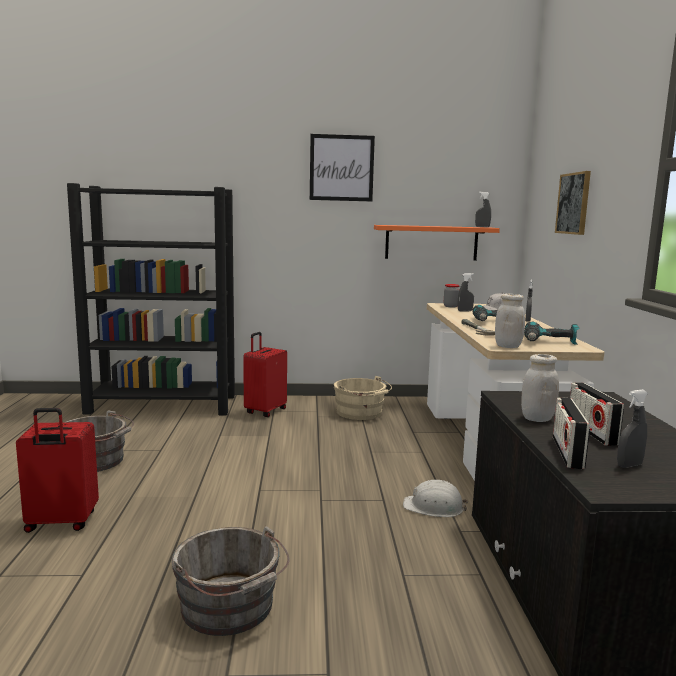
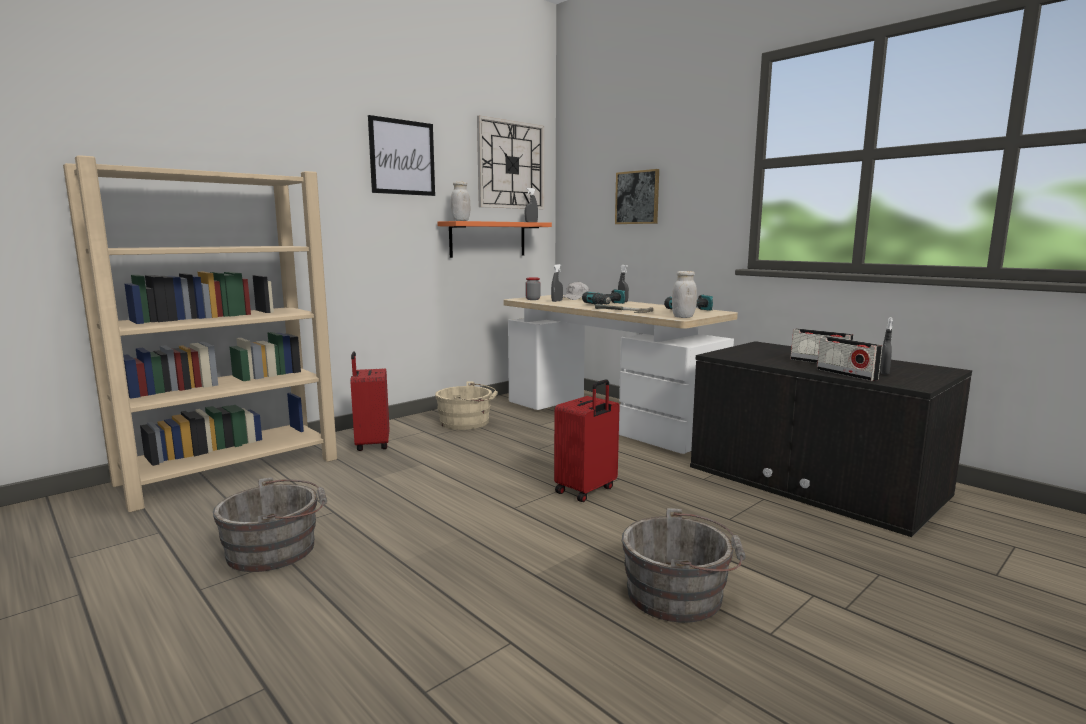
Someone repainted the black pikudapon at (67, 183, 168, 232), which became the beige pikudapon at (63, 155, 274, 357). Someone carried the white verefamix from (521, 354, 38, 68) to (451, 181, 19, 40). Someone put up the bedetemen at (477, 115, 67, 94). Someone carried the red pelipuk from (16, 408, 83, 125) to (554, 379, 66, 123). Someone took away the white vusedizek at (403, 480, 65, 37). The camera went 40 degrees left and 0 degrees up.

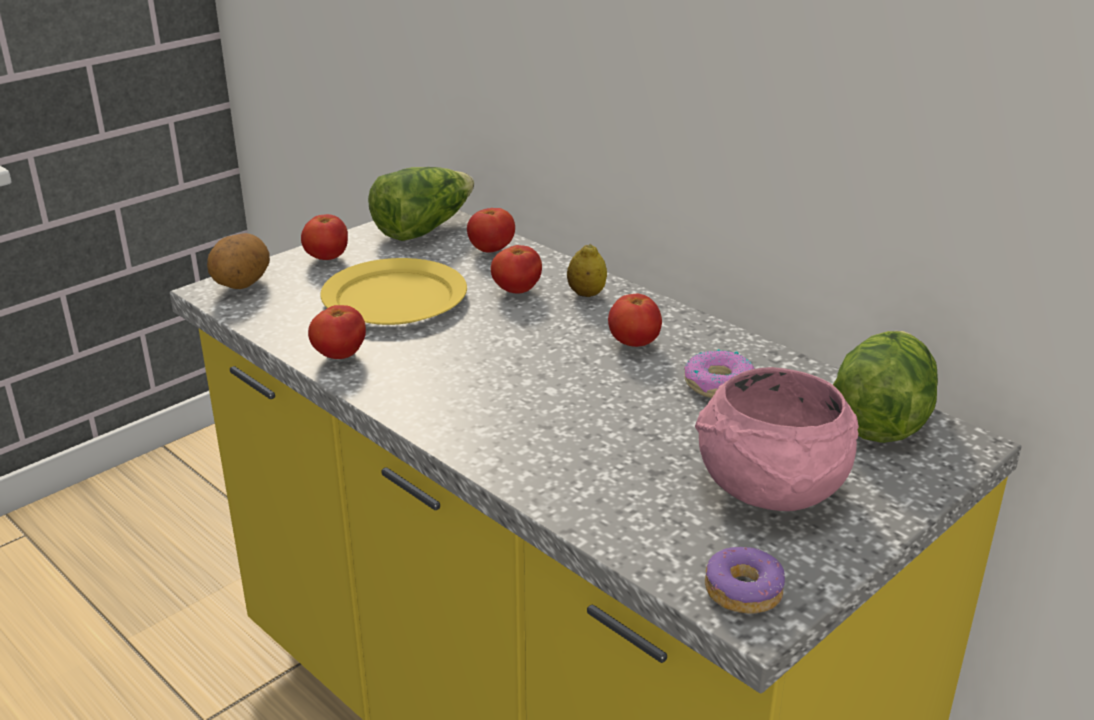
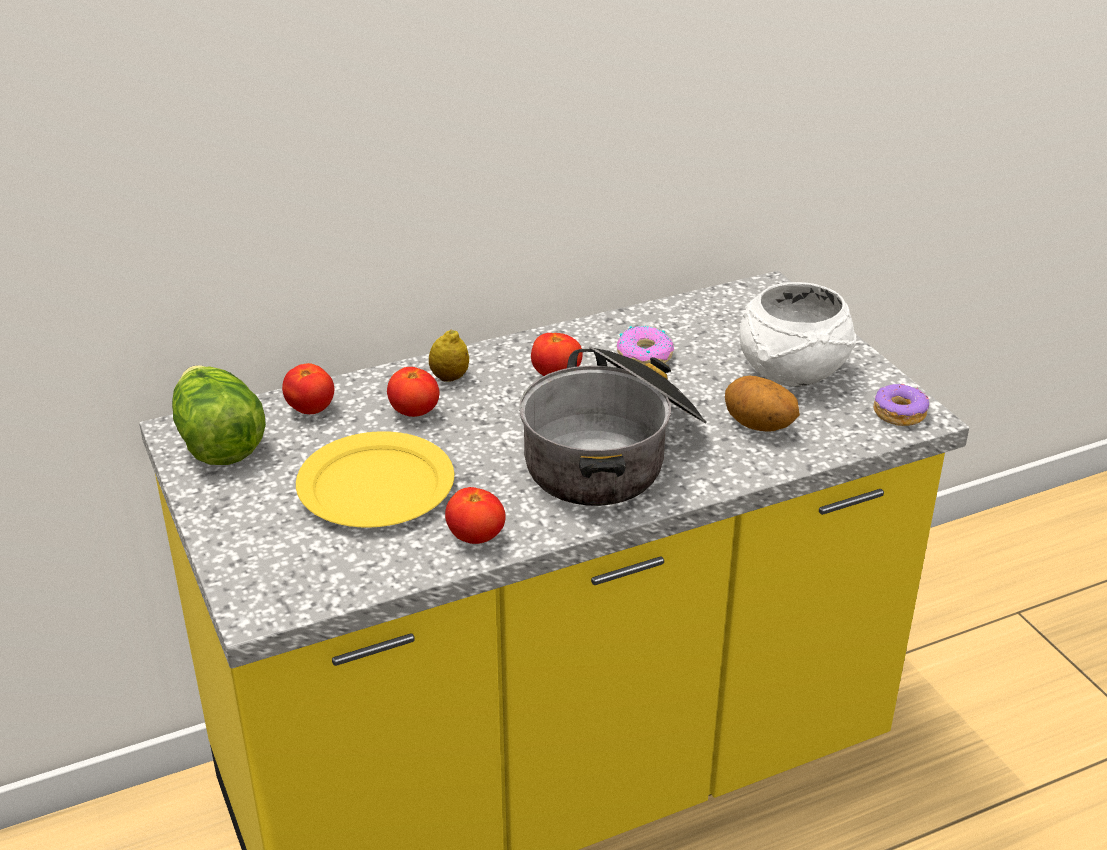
Someone put down the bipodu at (519, 346, 188, 160). Someone carried the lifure from (207, 233, 63, 56) to (725, 376, 75, 56). Someone repainted the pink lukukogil at (695, 367, 164, 144), which became the white lukukogil at (739, 282, 117, 105). Someone took away the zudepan at (301, 214, 47, 46). Someone took away the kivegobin at (833, 331, 105, 112). The camera went 70 degrees left and 5 degrees up.

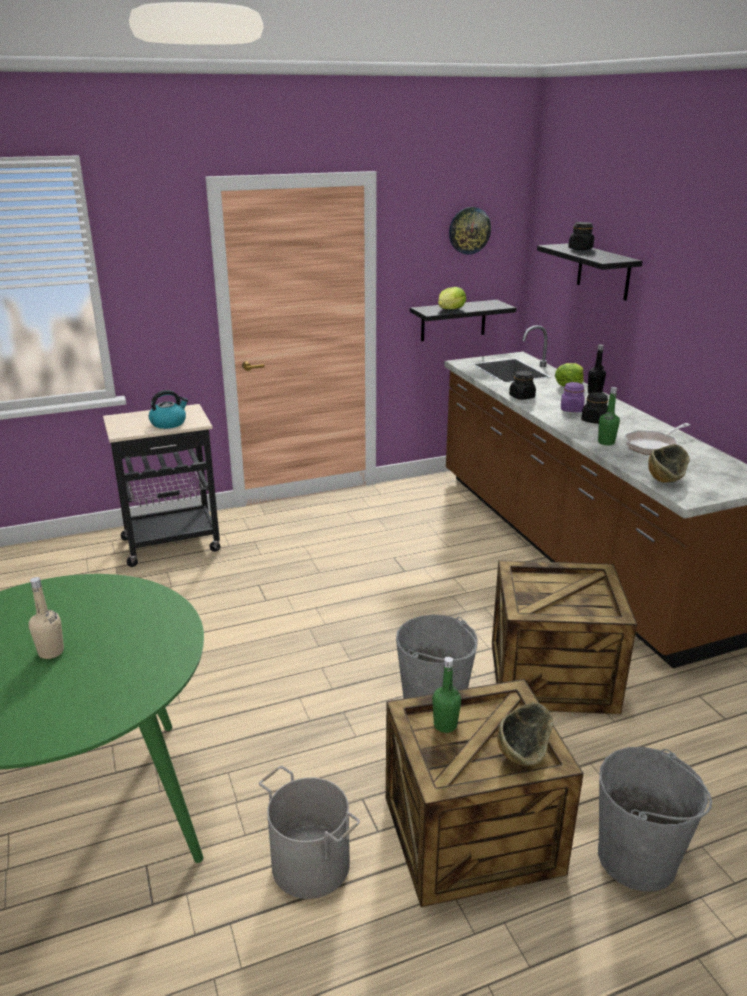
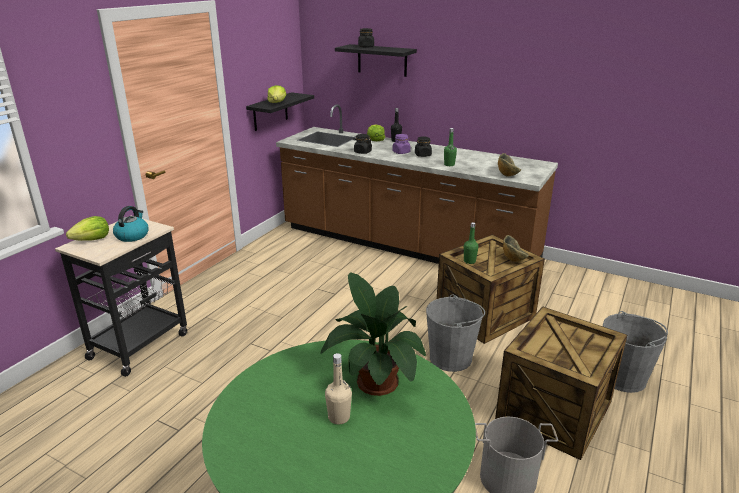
Someone put down the kivegobin at (66, 216, 43, 25). Someone put down the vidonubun at (320, 273, 106, 123). Someone carried the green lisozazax from (432, 657, 29, 76) to (464, 222, 15, 42). Someone carried the lukukogil from (497, 702, 56, 64) to (503, 235, 26, 27). Someone took away the bedetemen at (449, 207, 42, 48). Someone took away the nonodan at (625, 423, 65, 32). The camera went 40 degrees left and 0 degrees up.

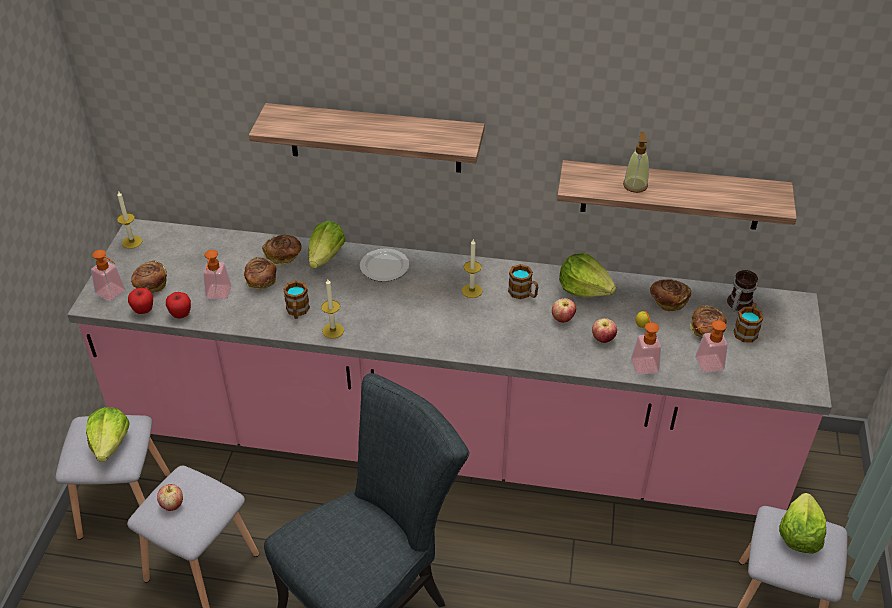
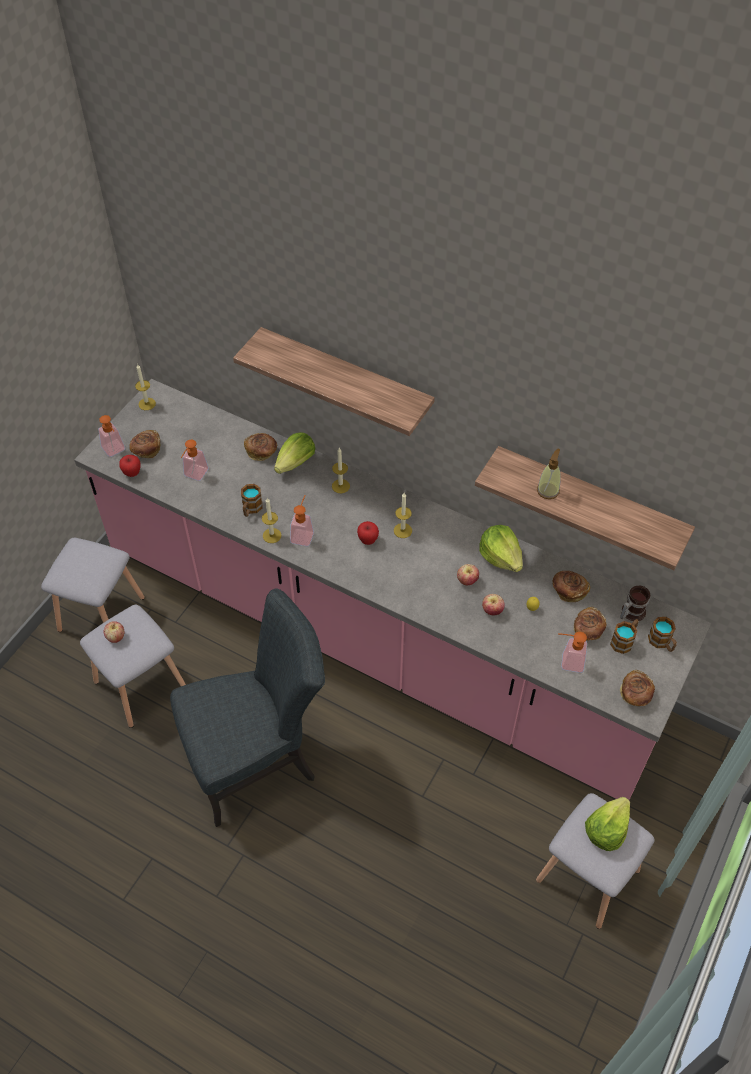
Someone carried the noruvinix from (631, 311, 30, 64) to (290, 495, 24, 51). Someone swapped the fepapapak at (360, 248, 49, 34) for the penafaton at (332, 448, 18, 45). Someone carried the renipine from (166, 292, 25, 27) to (357, 521, 22, 24). Someone carried the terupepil from (244, 257, 32, 32) to (620, 670, 35, 36). Someone carried the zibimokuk from (508, 264, 30, 35) to (648, 617, 29, 35). Someone took away the kivegobin at (86, 407, 44, 55). The camera went 20 degrees right and 10 degrees up.

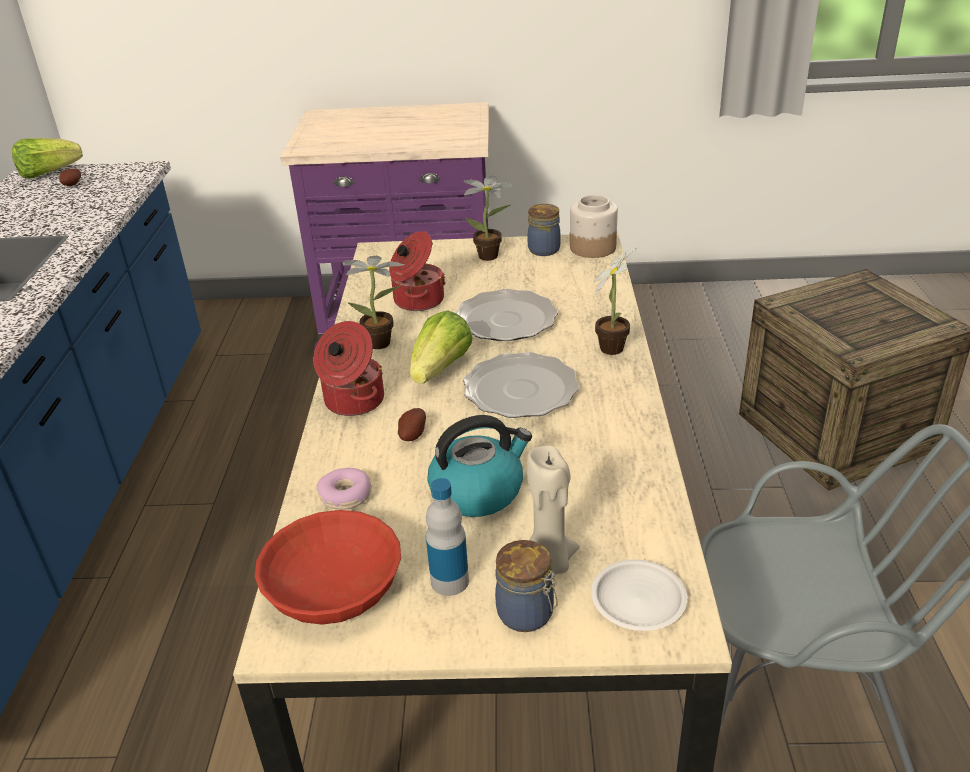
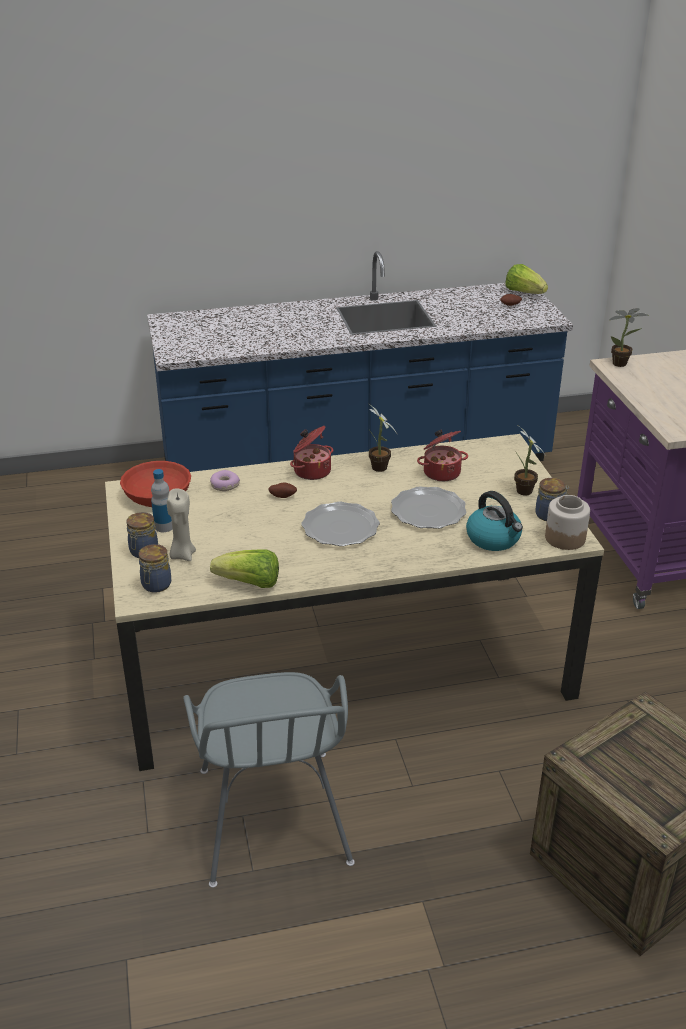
Someone swapped the white fepapapak at (591, 559, 96, 72) for the verefamix at (139, 544, 32, 49). Someone carried the kivegobin from (410, 310, 63, 74) to (210, 549, 69, 39). Someone carried the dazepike from (428, 415, 104, 102) to (466, 491, 57, 60). Someone carried the vidonubun from (593, 245, 46, 110) to (609, 308, 40, 59). The camera went 75 degrees right and 0 degrees up.

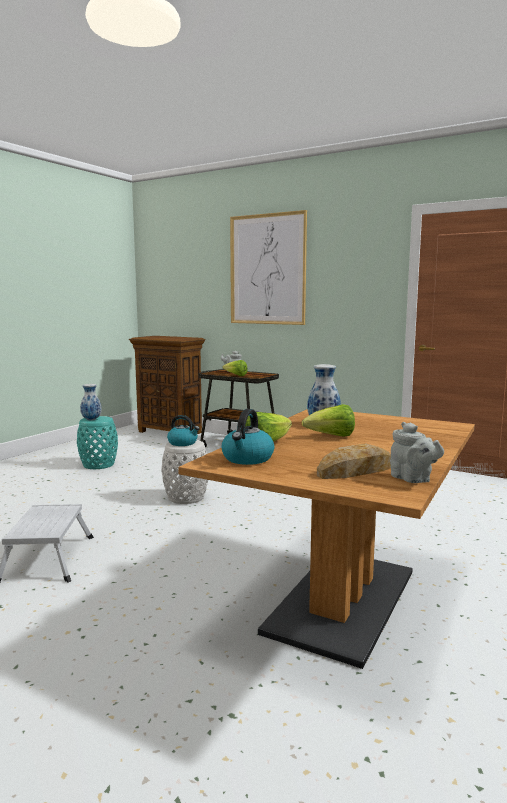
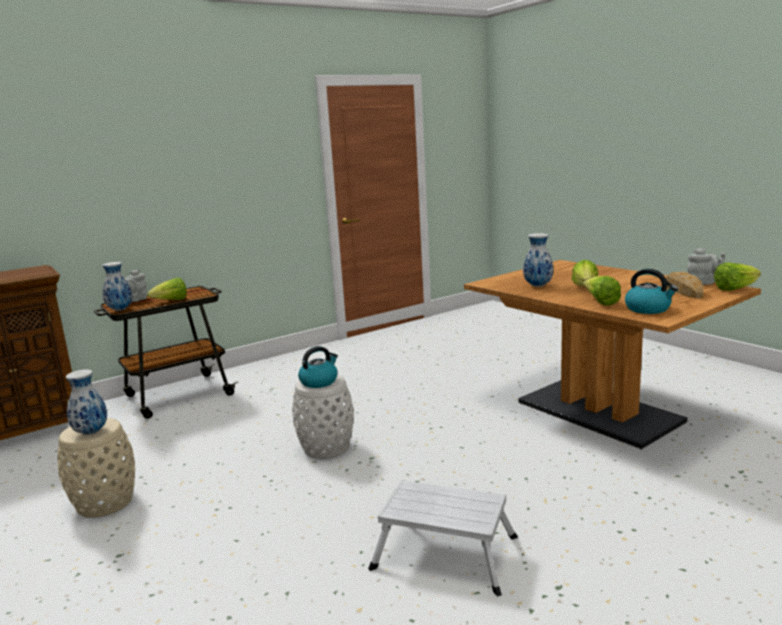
Someone repainted the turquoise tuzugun at (77, 416, 41, 53), which became the beige tuzugun at (57, 418, 78, 100). Someone put down the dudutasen at (102, 262, 30, 49). Someone put down the kivegobin at (714, 263, 47, 28). Someone took away the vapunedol at (230, 210, 77, 115). The camera went 65 degrees left and 5 degrees up.

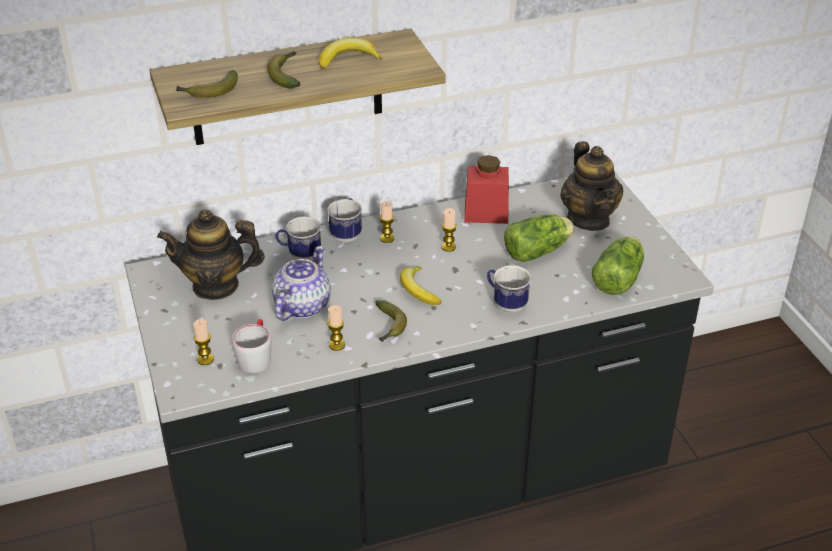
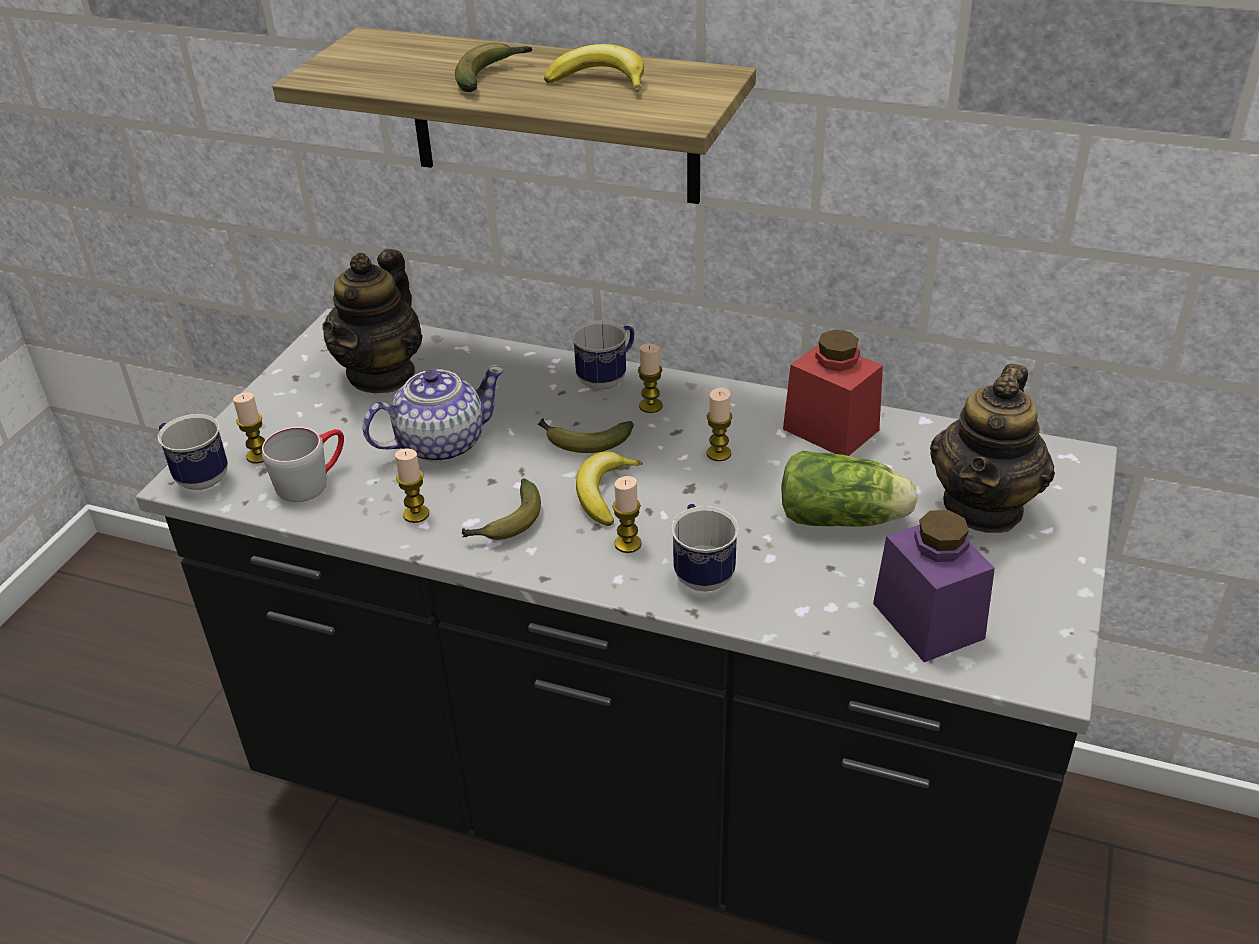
Someone carried the zibimokuk from (276, 217, 45, 43) to (157, 414, 71, 76). Someone rotated the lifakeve at (157, 209, 108, 91) by 105 degrees counterclockwise. Someone carried the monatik from (176, 70, 62, 28) to (538, 418, 96, 35). Someone put down the penafaton at (612, 476, 30, 77). Someone swapped the kivegobin at (592, 236, 52, 59) for the purple verefamix at (873, 510, 122, 152). The camera went 40 degrees right and 0 degrees up.

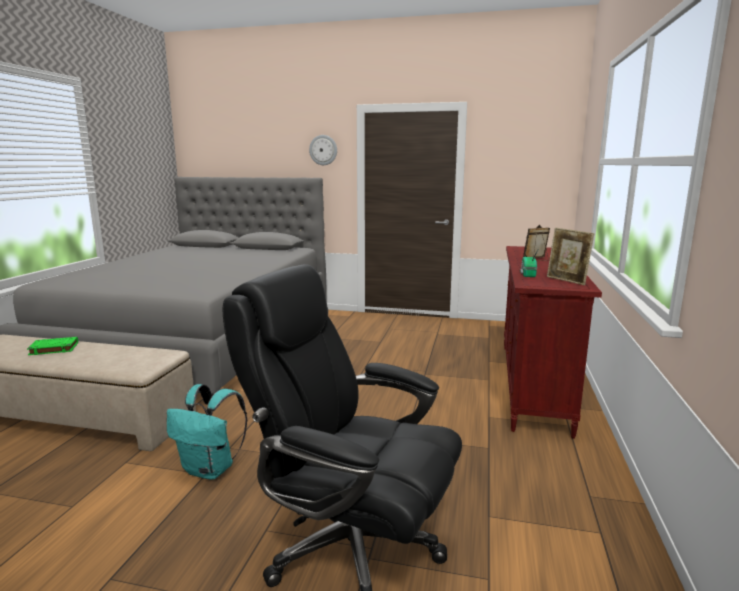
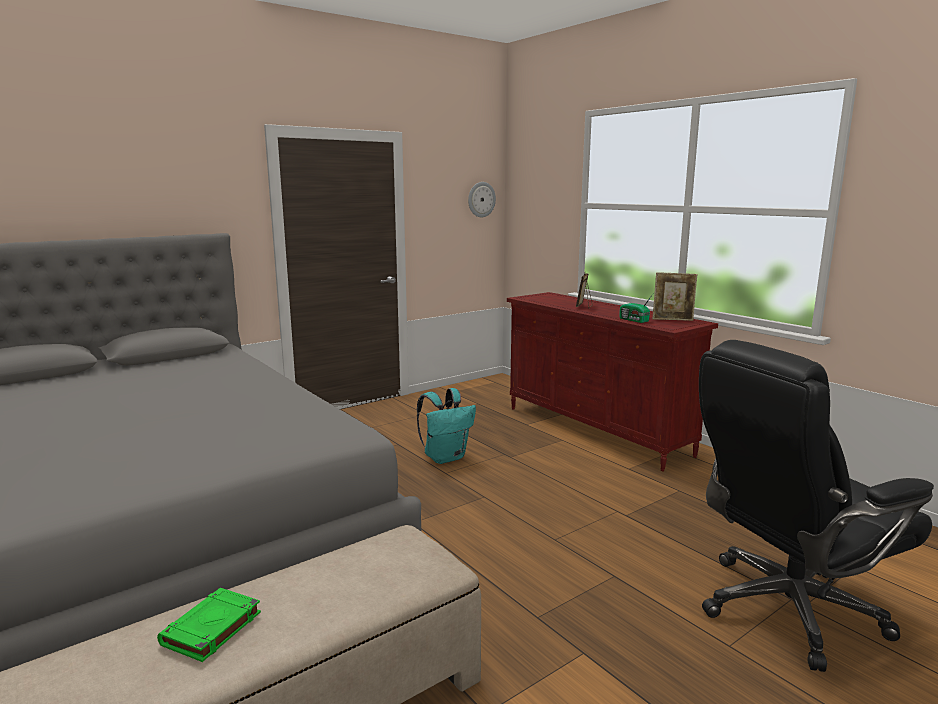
Someone carried the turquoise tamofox from (167, 384, 80, 96) to (417, 388, 59, 76). Someone carried the bedetemen from (309, 135, 28, 30) to (468, 182, 28, 35). The camera went 50 degrees left and 0 degrees up.

